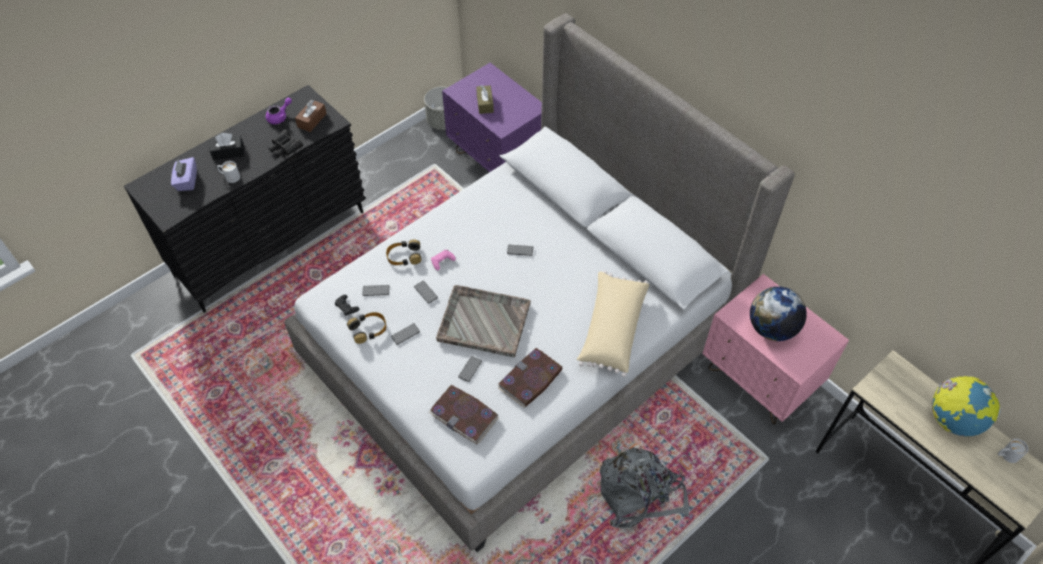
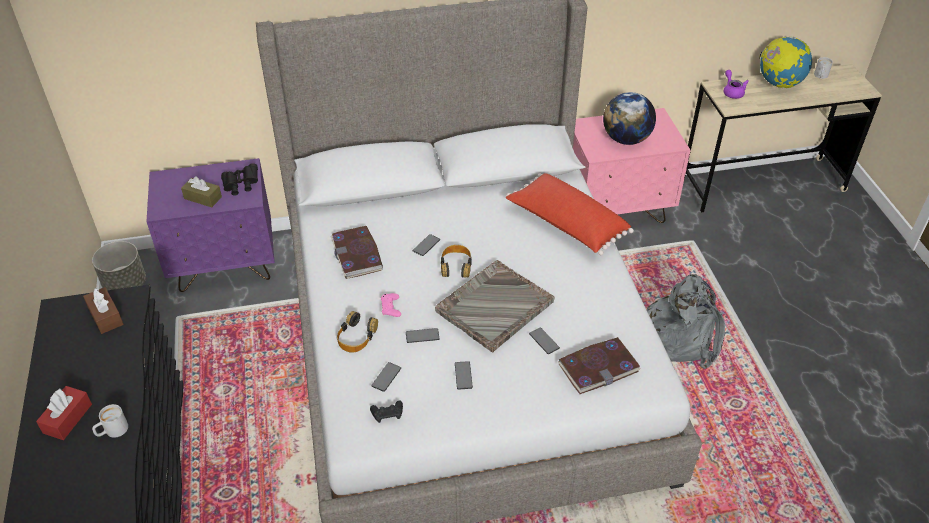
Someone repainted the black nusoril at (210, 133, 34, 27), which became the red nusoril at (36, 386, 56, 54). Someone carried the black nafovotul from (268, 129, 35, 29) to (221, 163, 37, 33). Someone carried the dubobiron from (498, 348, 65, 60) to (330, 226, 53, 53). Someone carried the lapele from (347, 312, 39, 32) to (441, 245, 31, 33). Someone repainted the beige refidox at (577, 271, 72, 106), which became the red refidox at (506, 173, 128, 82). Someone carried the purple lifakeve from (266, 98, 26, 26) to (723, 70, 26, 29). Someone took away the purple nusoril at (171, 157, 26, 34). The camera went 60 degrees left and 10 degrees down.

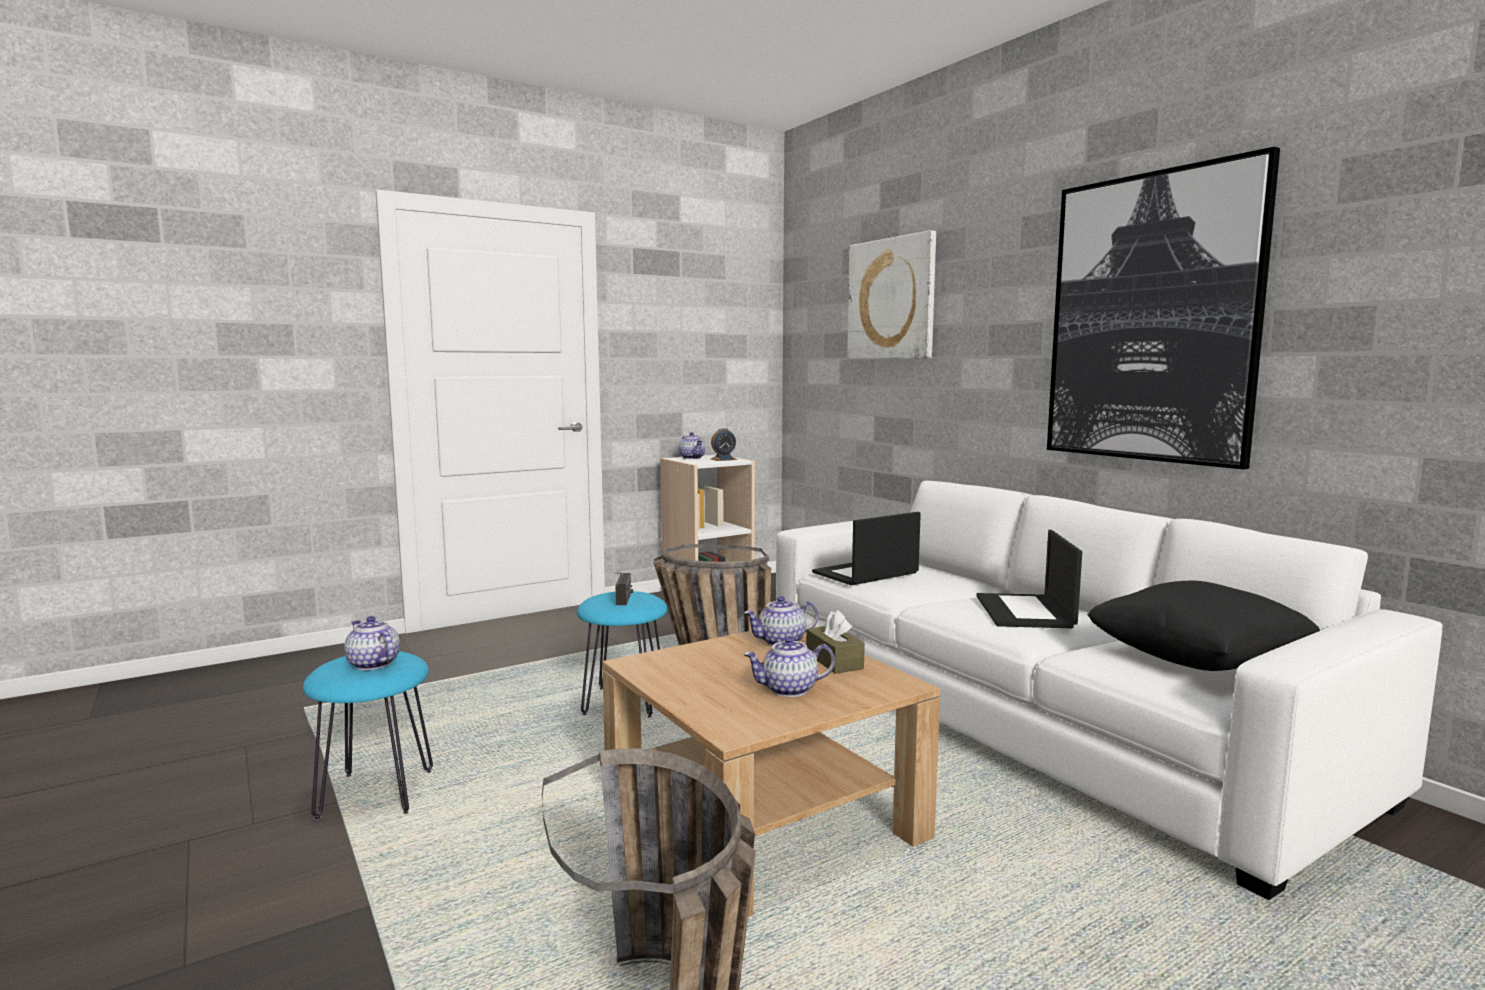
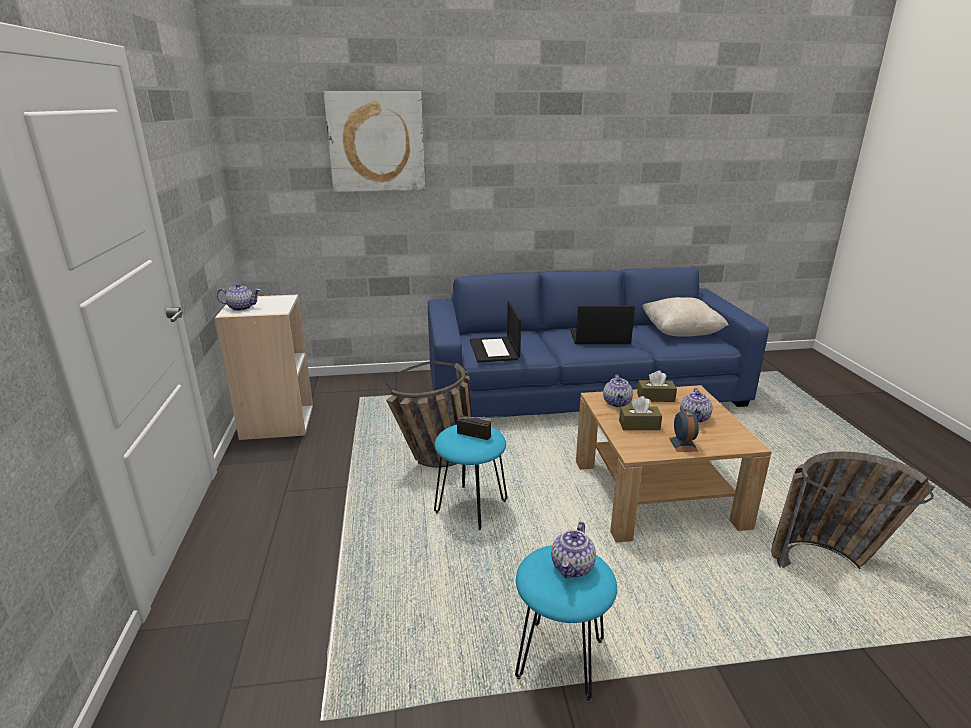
Someone repainted the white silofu at (776, 481, 666, 419), which became the blue silofu at (428, 268, 341, 151). Someone rotated the lifakeve at (344, 616, 56, 54) by 45 degrees counterclockwise. Someone rotated the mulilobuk at (976, 530, 106, 98) by 150 degrees clockwise. Someone put down the brown nusoril at (619, 396, 43, 34). Someone repainted the black refidox at (1088, 580, 232, 91), which became the beige refidox at (642, 297, 86, 40). Someone carried the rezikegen from (711, 428, 26, 33) to (669, 409, 30, 43). Someone took away the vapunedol at (1047, 147, 233, 322). The camera went 65 degrees left and 15 degrees up.

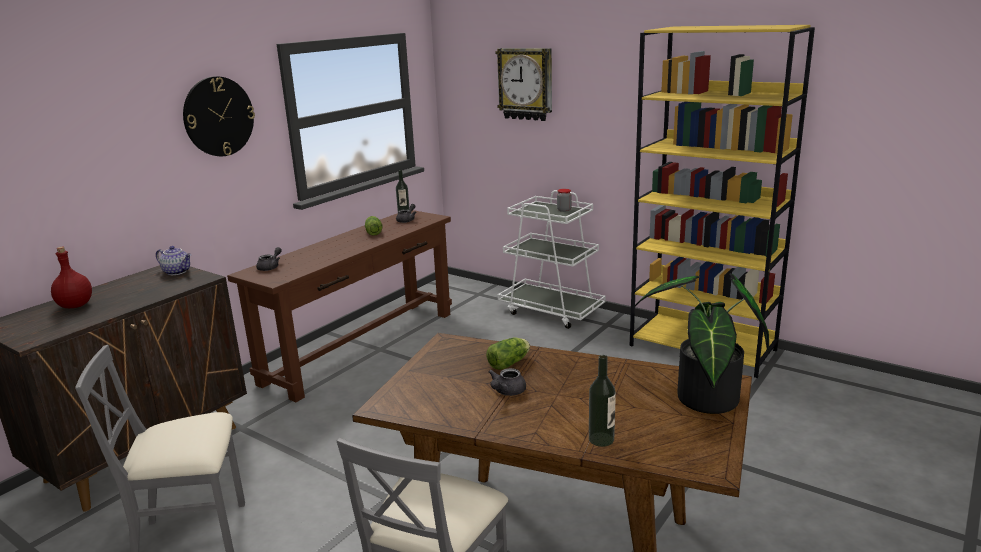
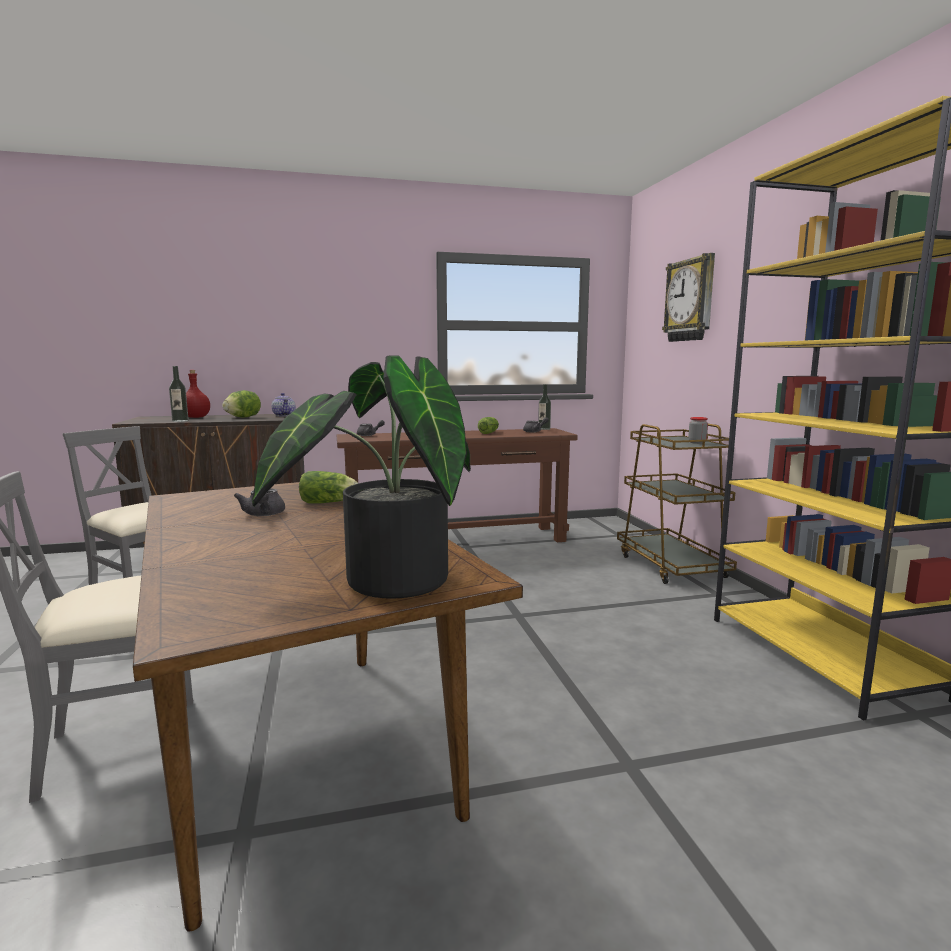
Someone carried the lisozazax from (589, 355, 27, 92) to (169, 366, 20, 56). Someone put down the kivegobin at (222, 390, 39, 28). Someone rotated the grey lifakeve at (488, 368, 38, 28) by 90 degrees counterclockwise. Someone repainted the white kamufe at (498, 190, 108, 139), which became the brown kamufe at (617, 424, 120, 160). Someone took away the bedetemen at (183, 76, 72, 80). The camera went 40 degrees right and 10 degrees down.

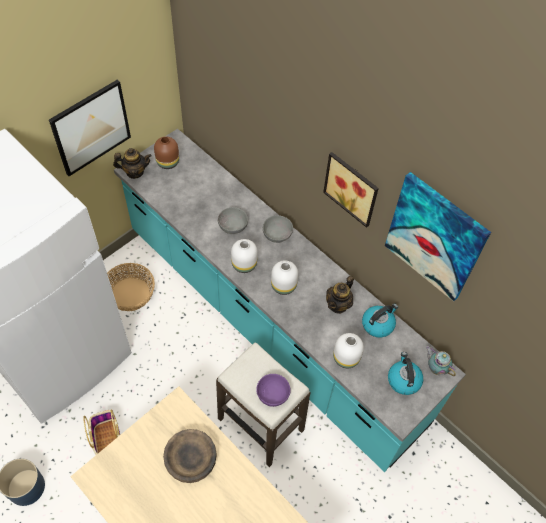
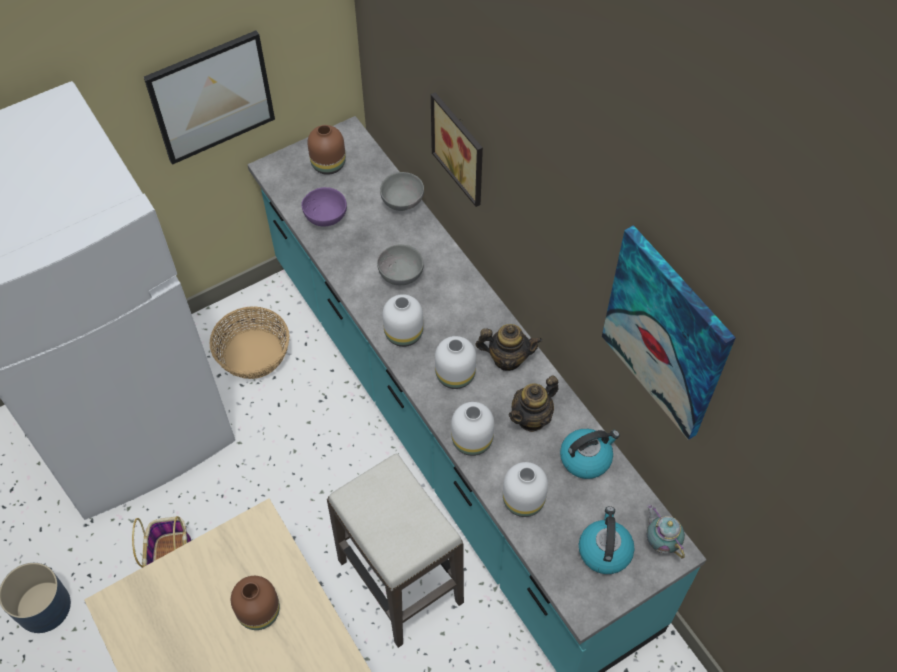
Someone swapped the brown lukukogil at (163, 429, 54, 54) for the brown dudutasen at (231, 576, 49, 54). Someone carried the purple lukukogil from (256, 374, 35, 33) to (302, 187, 45, 39). Someone carried the grey lukukogil from (263, 215, 30, 28) to (380, 172, 44, 39). Someone carried the vapunedol from (323, 152, 56, 76) to (431, 92, 52, 115). Someone put down the white dudutasen at (451, 402, 43, 54). Someone carried the lifakeve from (113, 148, 39, 31) to (476, 324, 66, 47). The camera went 15 degrees right and 0 degrees up.

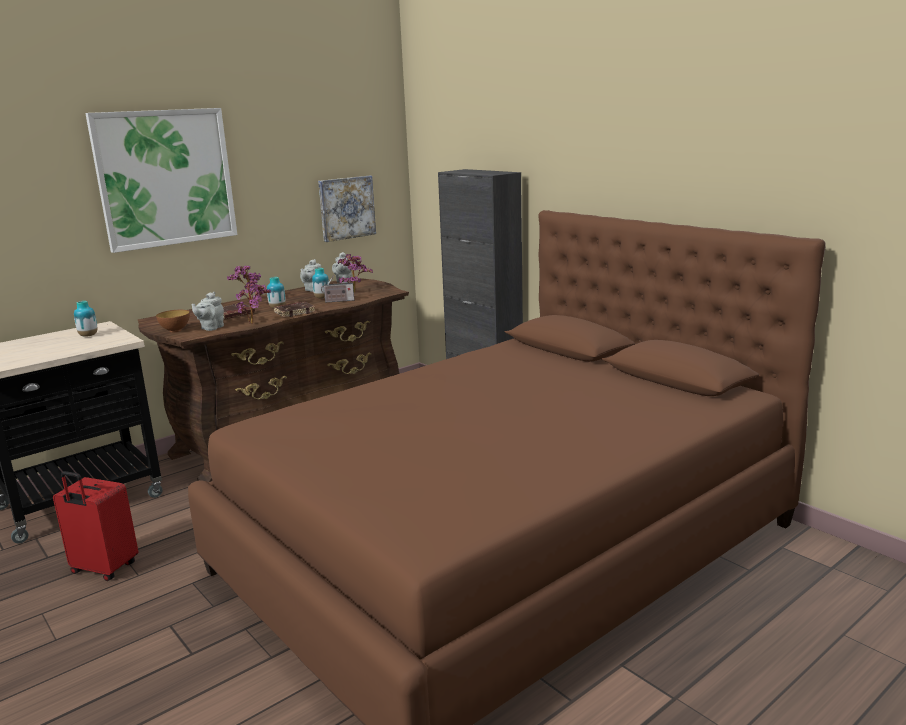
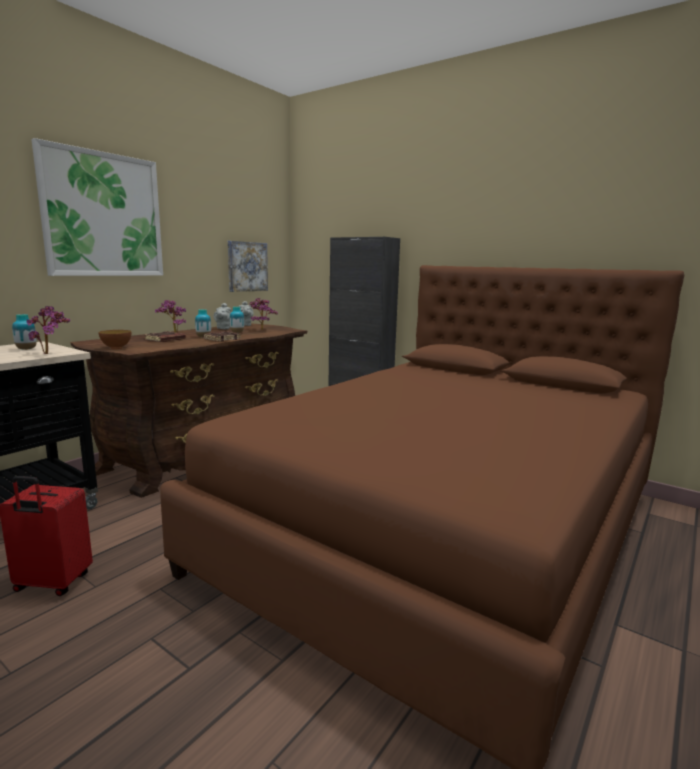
Someone carried the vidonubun from (236, 279, 35, 45) to (27, 306, 43, 48). Someone took away the grey lifakeve at (192, 292, 32, 39). Someone took away the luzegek at (321, 275, 33, 27). The camera went 15 degrees left and 5 degrees down.

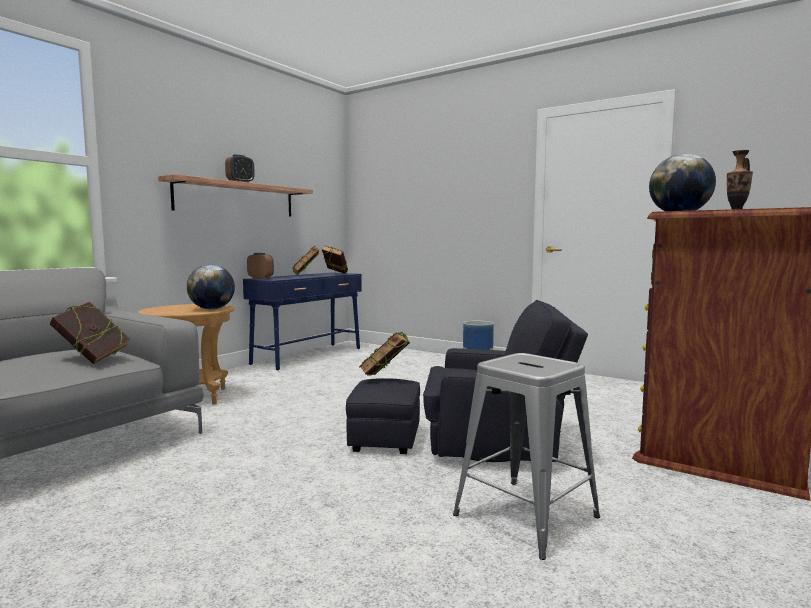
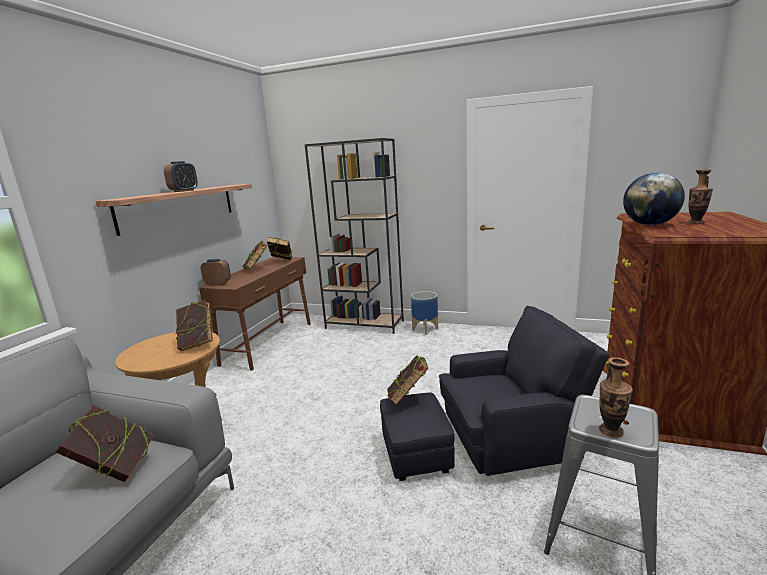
Someone swapped the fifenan at (187, 264, 48, 46) for the dubobiron at (175, 300, 38, 51). Someone repainted the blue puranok at (243, 272, 119, 99), which became the brown puranok at (199, 257, 112, 114). Someone put down the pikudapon at (305, 138, 99, 196). Someone put down the dudutasen at (599, 357, 34, 80). The camera went 15 degrees left and 10 degrees up.

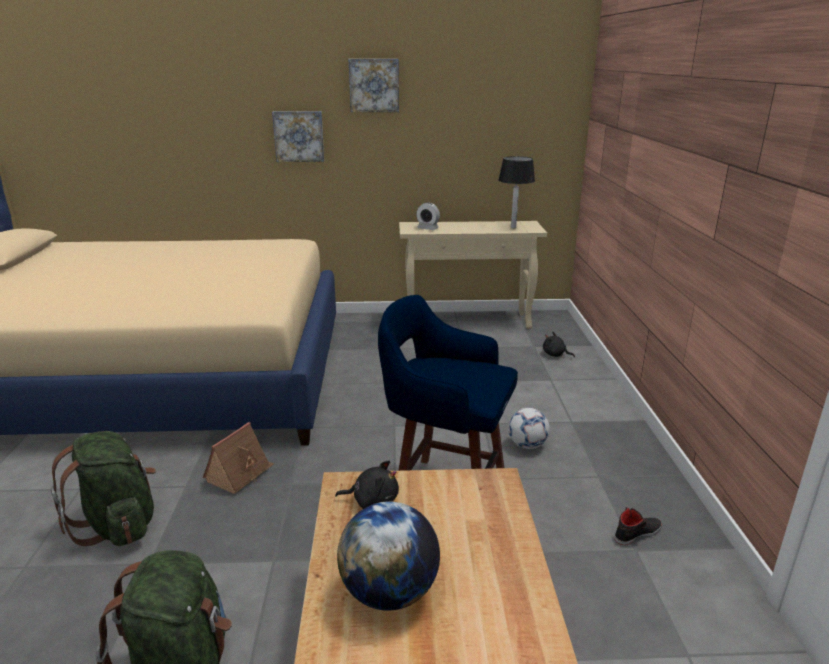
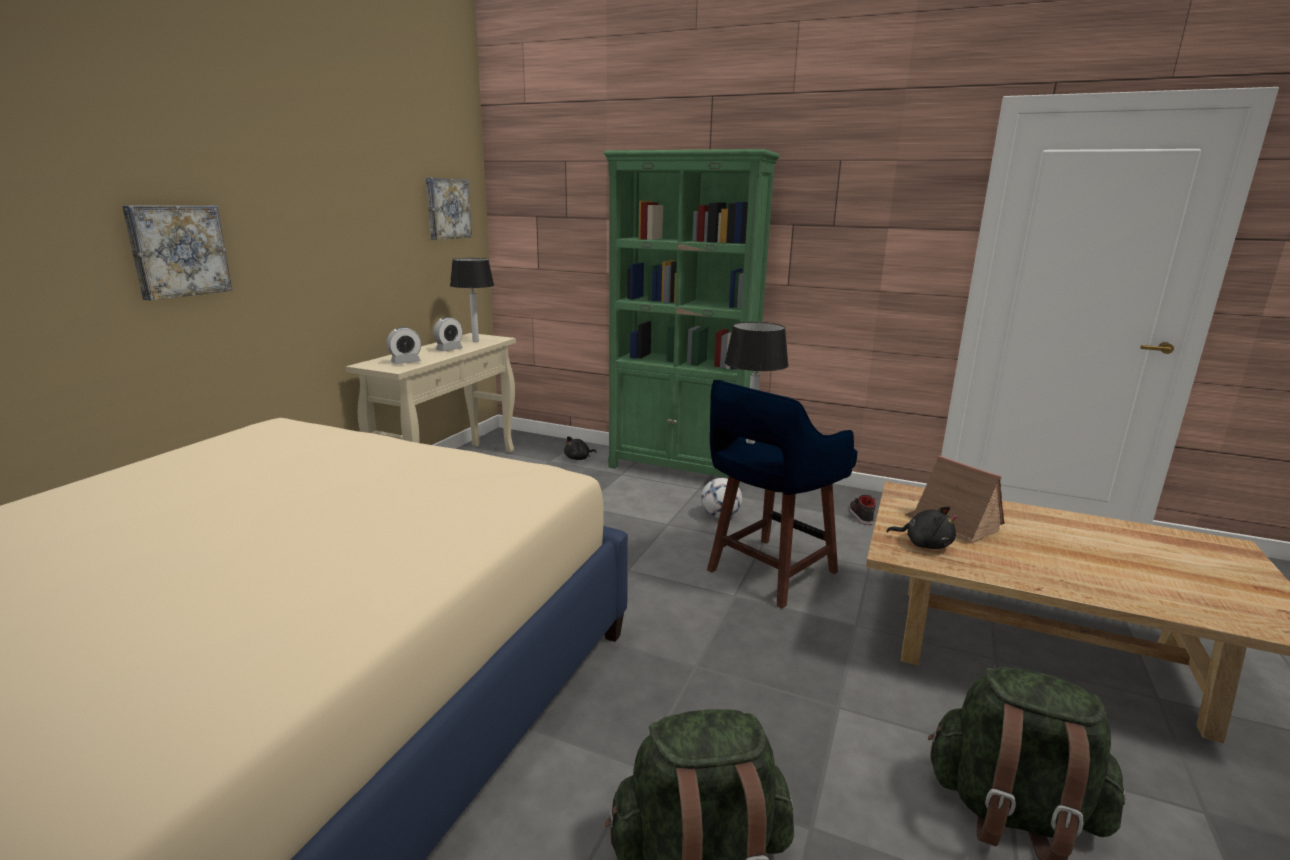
Someone carried the vapunedol from (349, 59, 50, 53) to (426, 178, 46, 62). Someone put down the rezikegen at (433, 317, 30, 34). Someone put down the green pikudapon at (603, 149, 177, 337). Someone put down the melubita at (724, 322, 65, 122). Someone rotated the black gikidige at (335, 460, 64, 49) by 90 degrees clockwise. Someone carried the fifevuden from (203, 422, 71, 72) to (905, 455, 100, 88). Someone took away the fifenan at (337, 501, 103, 110). The camera went 65 degrees left and 5 degrees down.

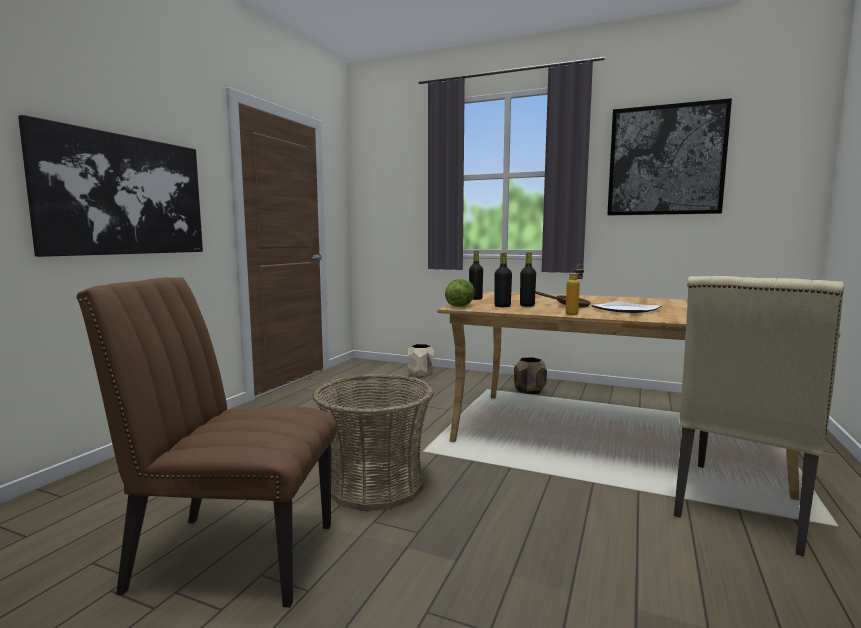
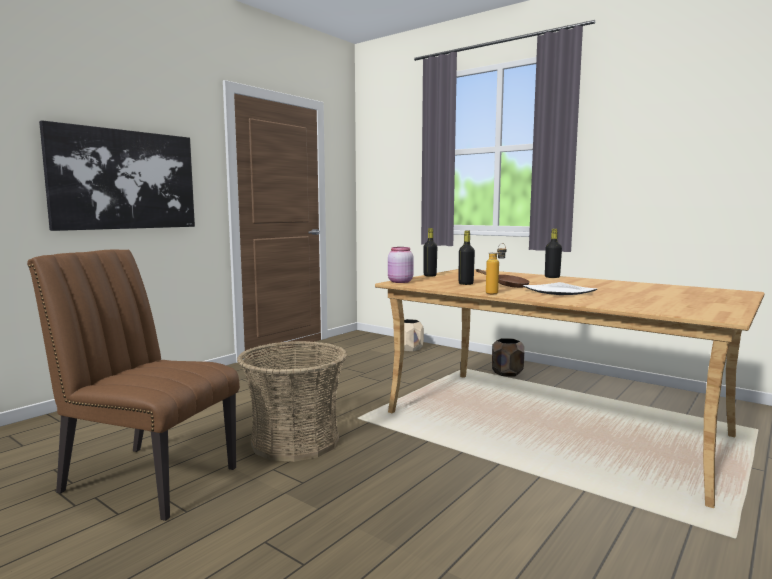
Someone swapped the kivegobin at (445, 279, 29, 28) for the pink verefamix at (388, 247, 26, 36). Someone carried the black lisozazax from (494, 252, 18, 55) to (545, 229, 17, 49). Someone took away the vapunedol at (607, 98, 125, 118). Someone took away the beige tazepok at (674, 276, 170, 280). The camera went 15 degrees right and 0 degrees up.

